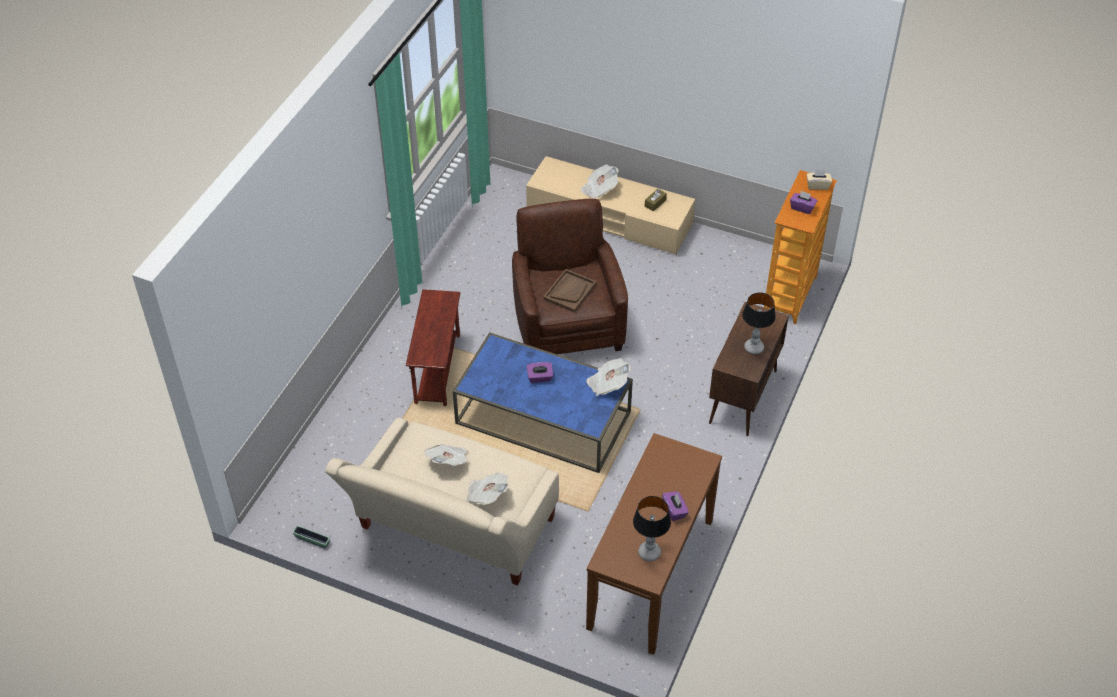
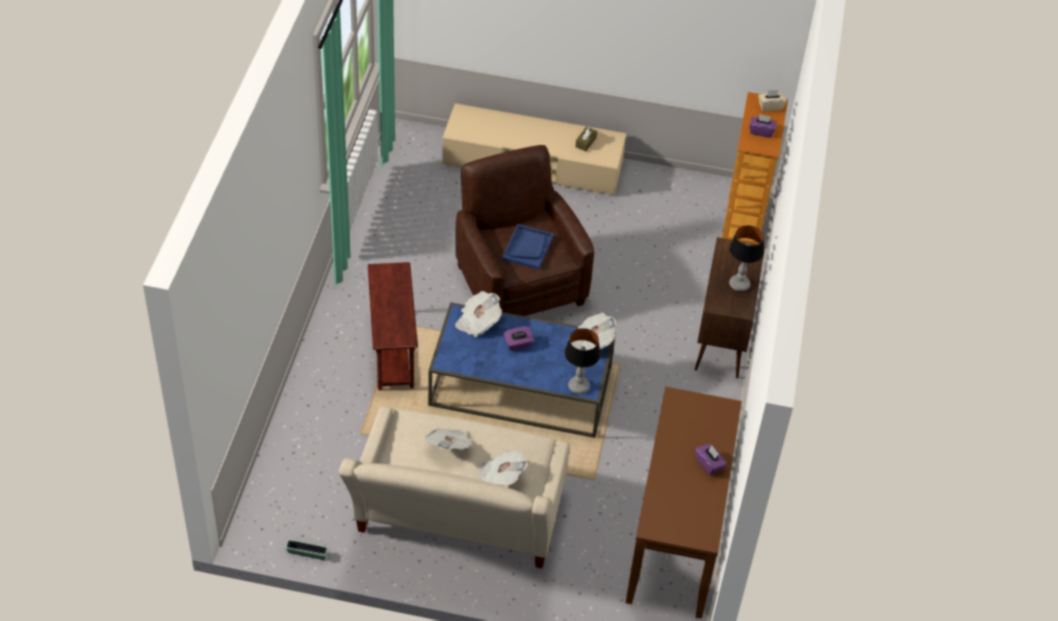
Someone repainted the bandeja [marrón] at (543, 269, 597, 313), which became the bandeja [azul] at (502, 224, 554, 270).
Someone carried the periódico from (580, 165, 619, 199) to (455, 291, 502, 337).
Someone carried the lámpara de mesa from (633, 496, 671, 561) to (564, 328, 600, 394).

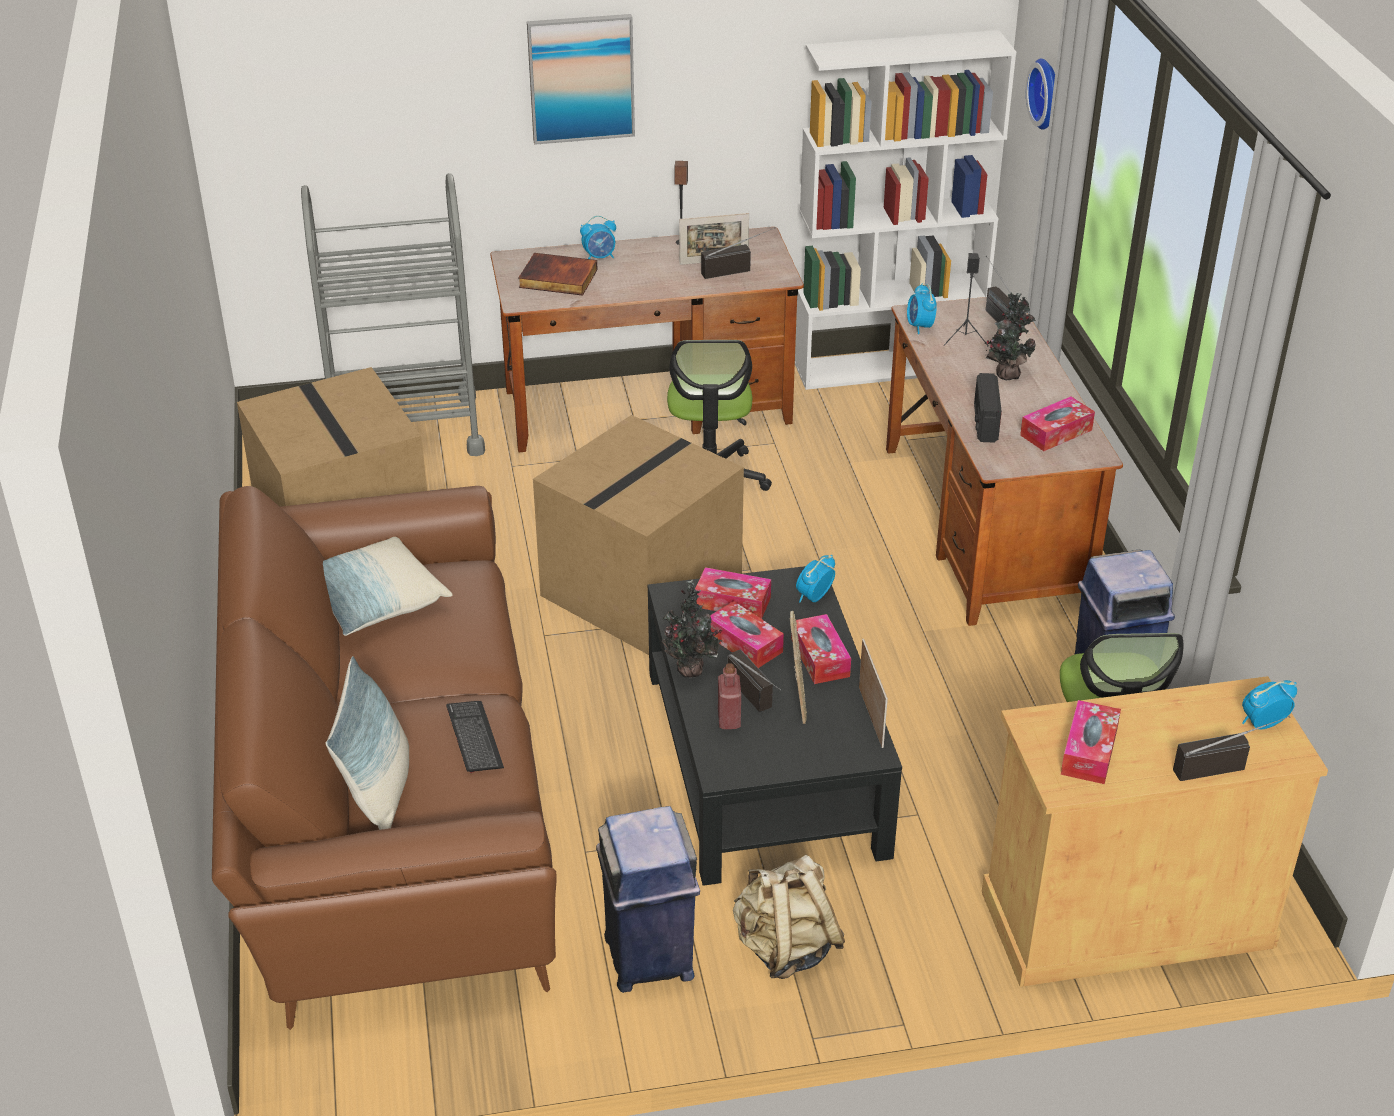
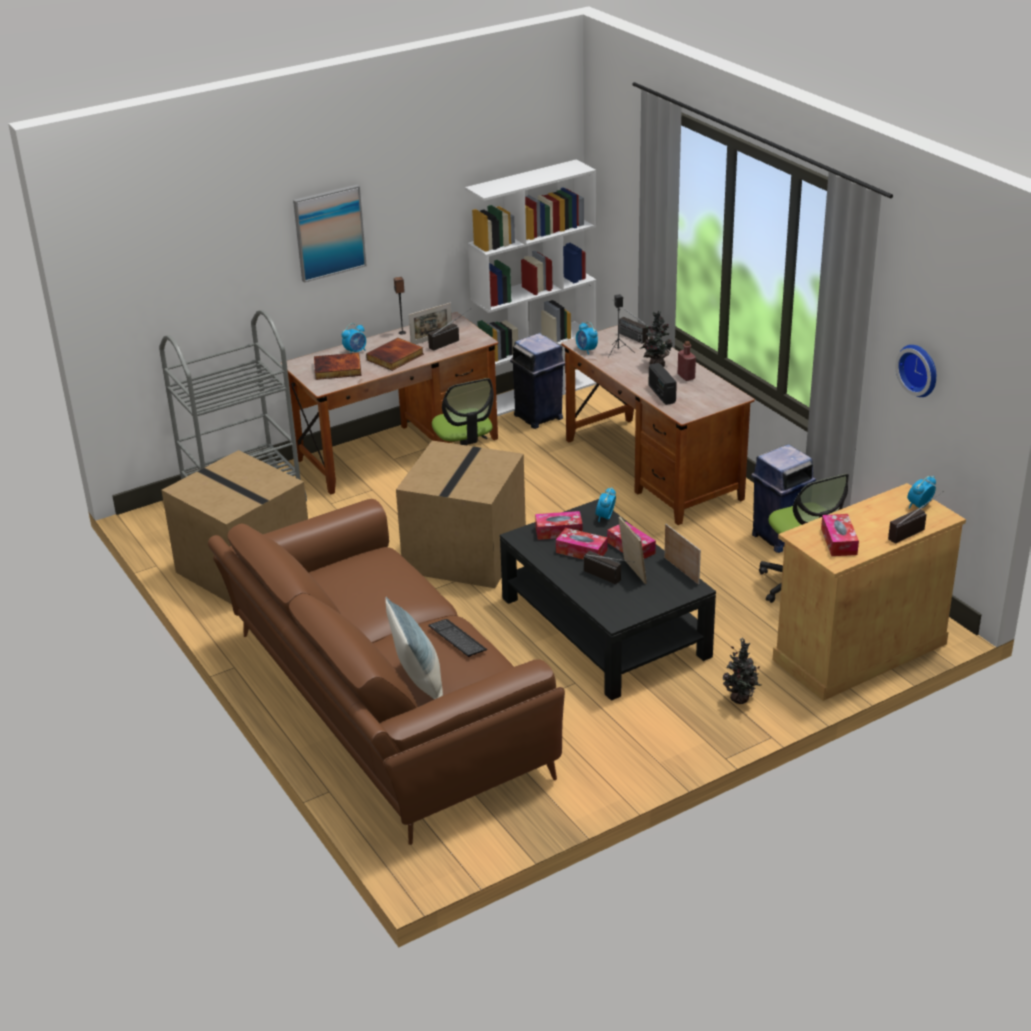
Someone took away the cojín at (323, 537, 453, 636).
Someone carried the papelera [azul] from (596, 806, 700, 993) to (510, 333, 565, 429).
Someone carried the planta en maceta from (662, 580, 723, 678) to (722, 638, 761, 704).
Someone carried the botella [rojo] from (718, 663, 741, 729) to (678, 341, 696, 381).
Someone took away the mochila [beis] at (733, 855, 845, 979).
Someone took away the caja de pañuelos at (1020, 396, 1095, 451).
Someone carried the reloj de pared from (1026, 58, 1055, 130) to (895, 345, 936, 397).
Someone put down the libro at (366, 338, 424, 371).

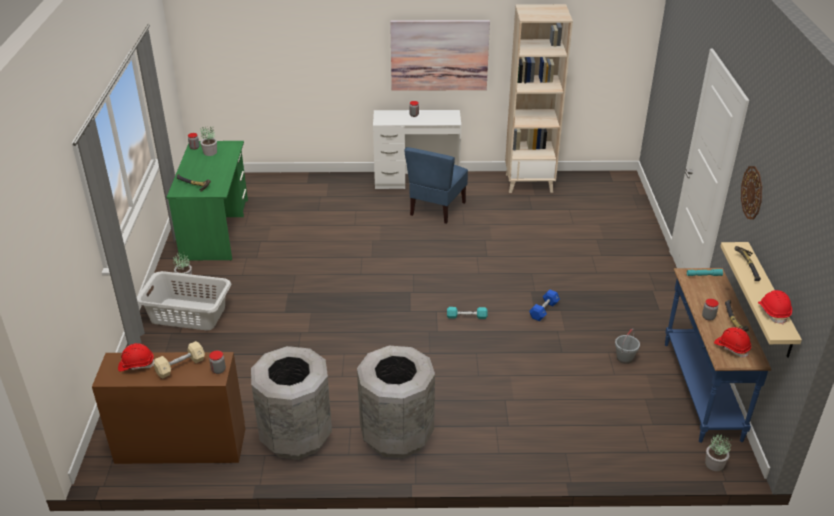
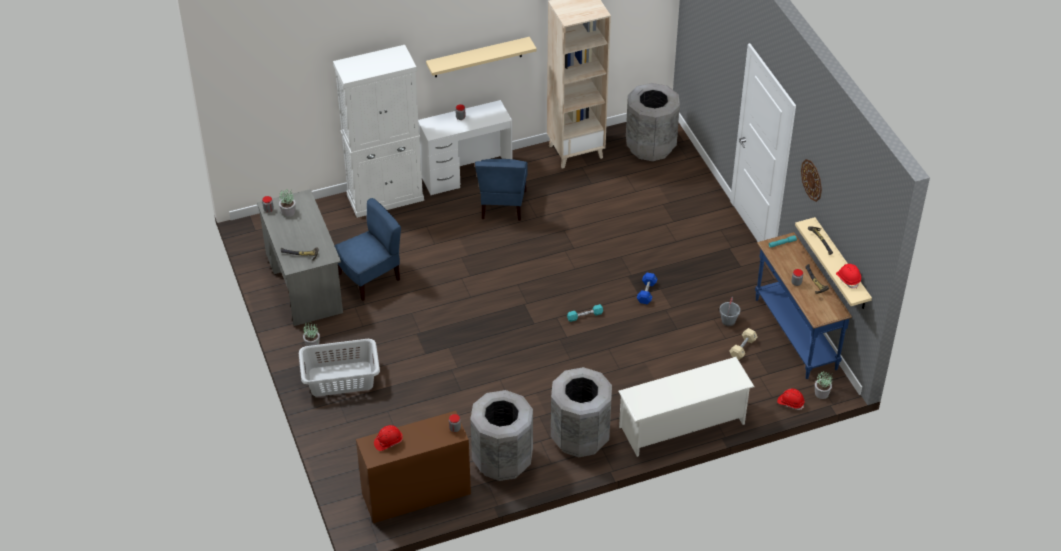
Someone carried the mancuerna [beis] from (154, 341, 205, 379) to (729, 328, 758, 360).
Someone repainted the escritorio [verde] at (166, 141, 248, 261), which became the escritorio [gris] at (257, 189, 343, 326).
Someone swapped the cuadro at (390, 20, 490, 91) for the estante [beis] at (426, 37, 537, 77).
Someone carried the casco [rojo] from (714, 327, 751, 357) to (777, 389, 805, 410).
Someone put down the armario [blanco] at (333, 45, 424, 218).
Someone put down the silla [azul] at (334, 198, 401, 301).
Someone put down the zapatero [blanco] at (618, 357, 754, 457).
Someone put down the papelera [gris] at (626, 83, 680, 161).

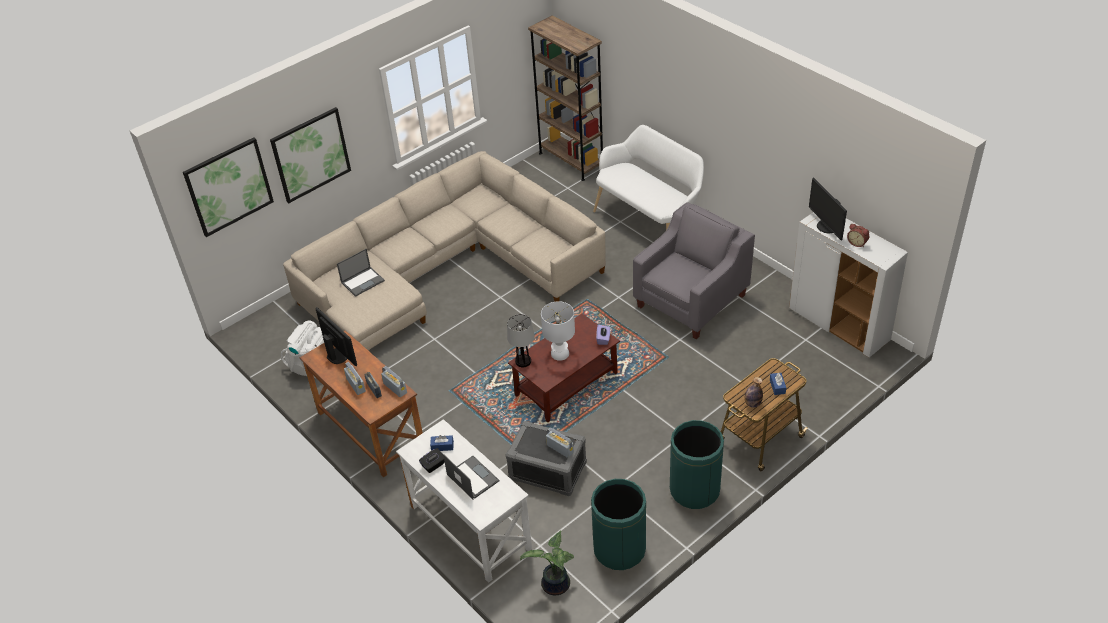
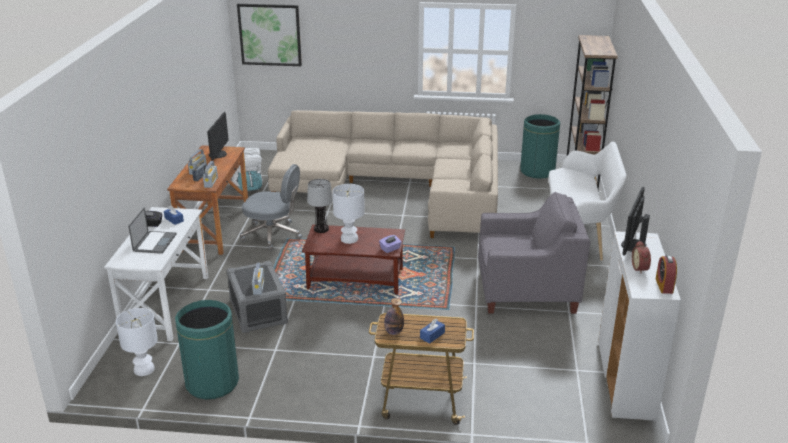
Someone took away the cuadro at (270, 107, 351, 203).
Someone took away the portátil at (337, 249, 385, 297).
Someone swapped the planta en maceta at (520, 530, 574, 595) for the lámpara de mesa [blanco] at (116, 308, 158, 376).
Someone carried the papelera [verde] from (670, 420, 724, 509) to (520, 114, 560, 179).
Someone put down the silla de oficina [gris] at (240, 164, 302, 251).
Someone put down the despertador at (656, 255, 677, 294).

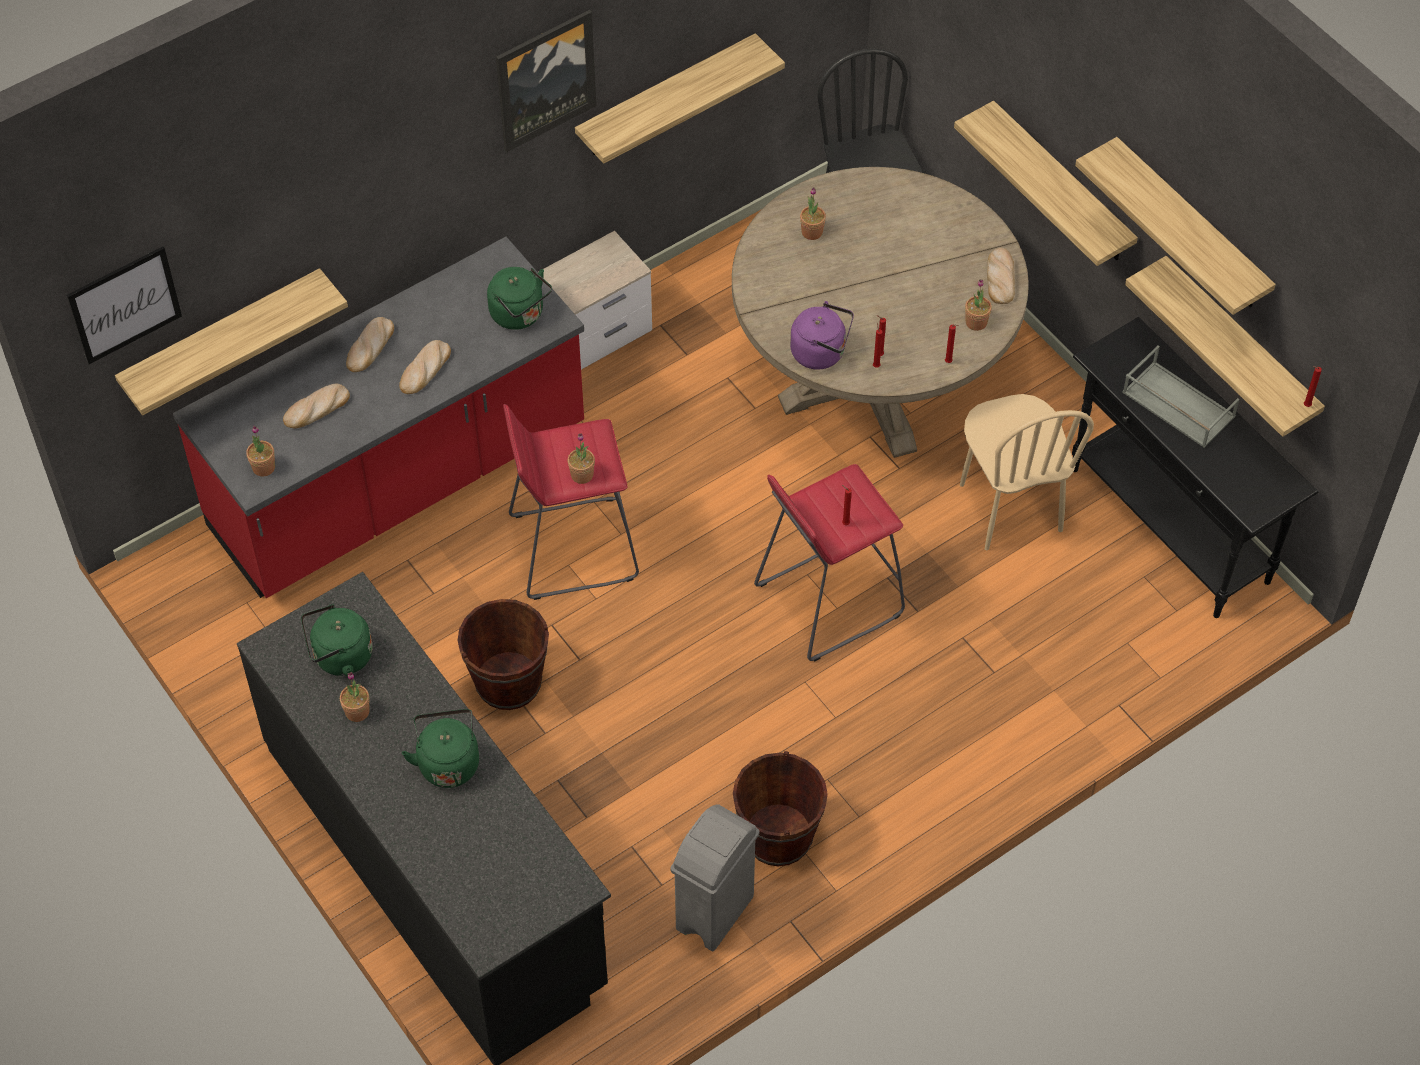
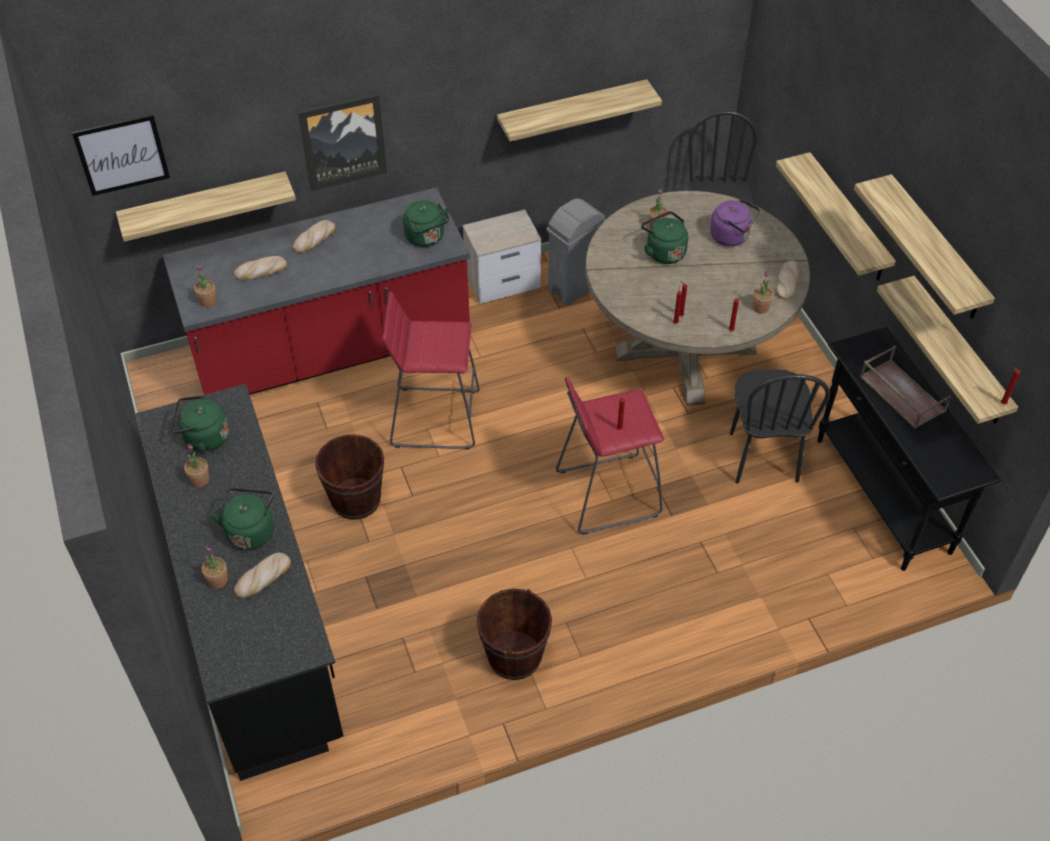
Someone carried the pan from (399, 340, 451, 394) to (234, 552, 291, 598).
Someone carried the cuadro from (496, 10, 597, 152) to (298, 94, 387, 191).
Someone carried the planta en maceta from (567, 433, 595, 484) to (202, 546, 228, 589).
Someone carried the papelera [gris] from (670, 804, 760, 951) to (546, 198, 606, 305).
Someone carried the hervidor [morado] from (790, 301, 854, 370) to (710, 199, 760, 246).
Someone repainted the silla [beis] at (960, 394, 1094, 550), which became the silla [negro] at (730, 370, 830, 484).
Someone repainted the bandeja [gris] at (1122, 346, 1240, 448), which became the bandeja [marrón] at (860, 346, 951, 429).
Someone put down the hervidor [verde] at (641, 211, 688, 264).

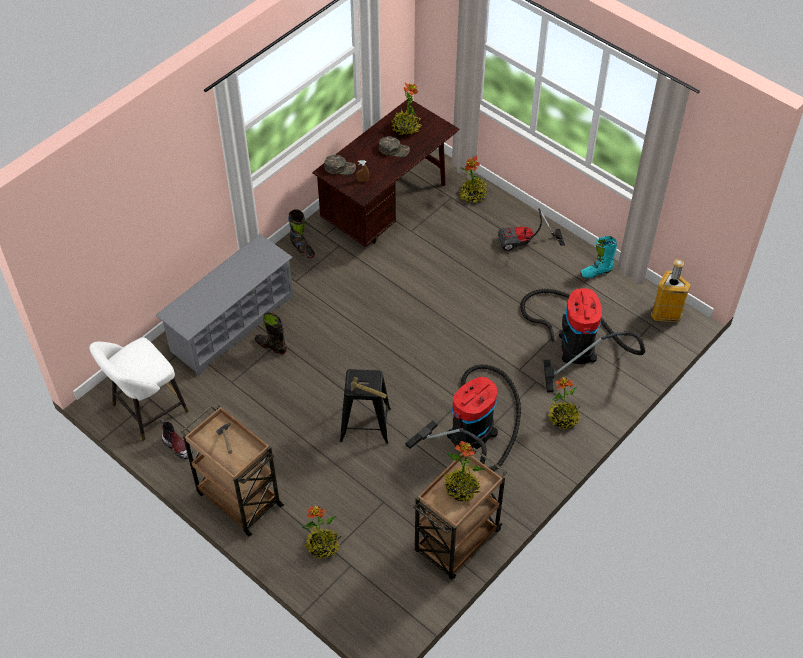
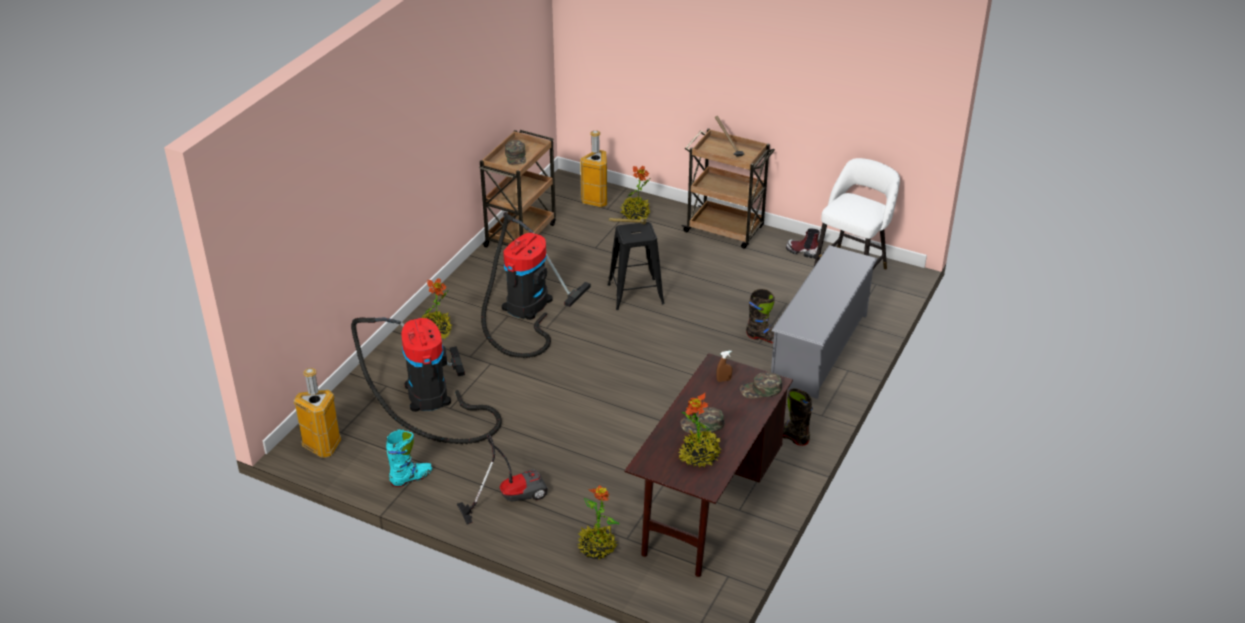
Someone swapped the planta en maceta at (444, 441, 485, 501) for the gorra [verde] at (505, 140, 526, 165).
Someone put down the papelera at (580, 131, 607, 207).

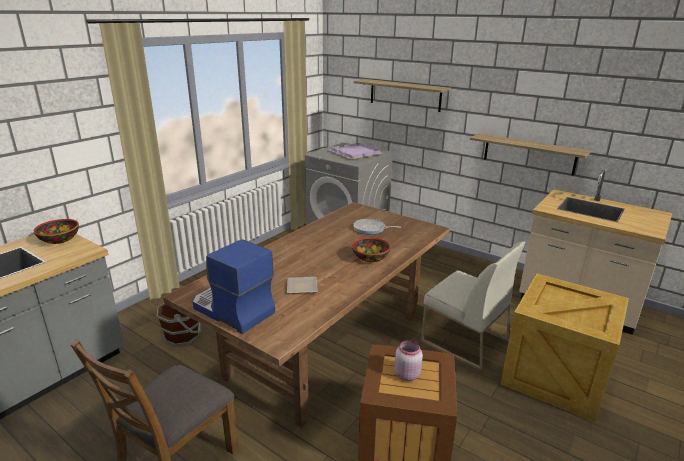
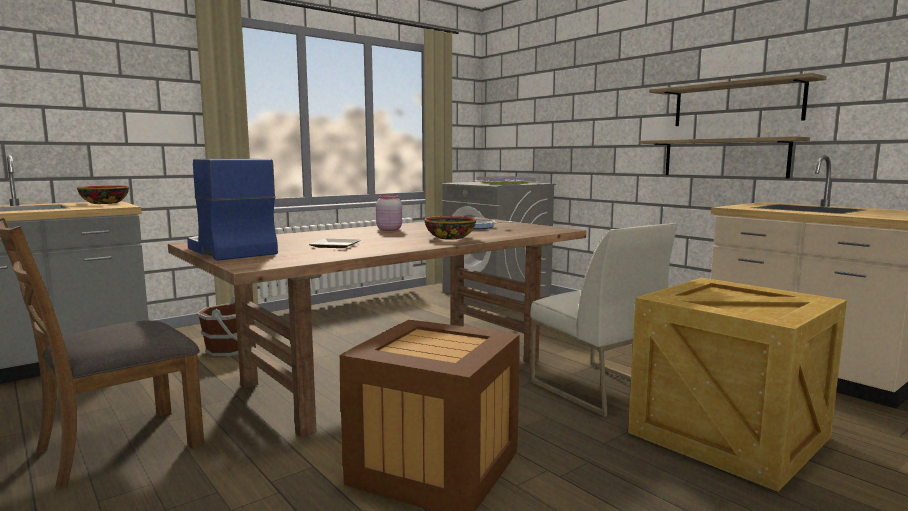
Someone carried the estante from (354, 79, 451, 112) to (649, 73, 827, 126).
Someone carried the tarro [rosa] from (394, 340, 423, 381) to (376, 194, 402, 231).

